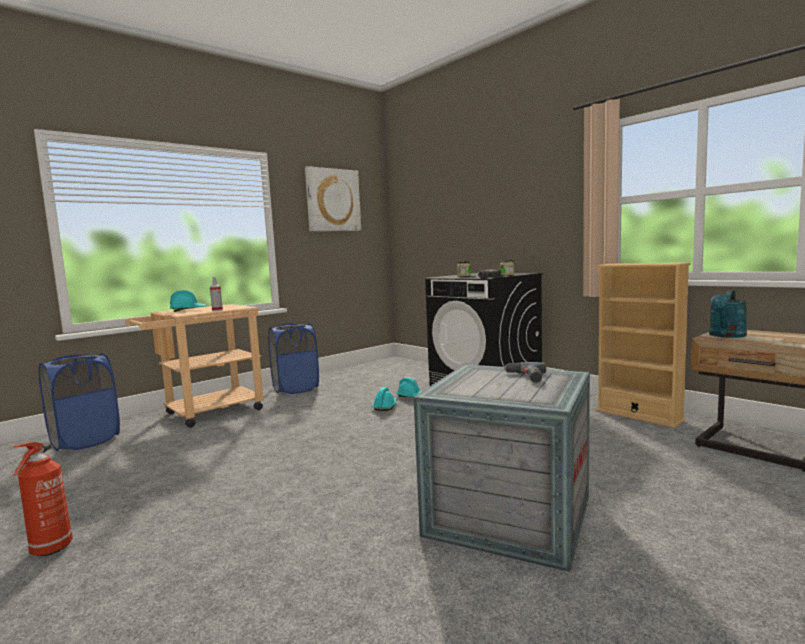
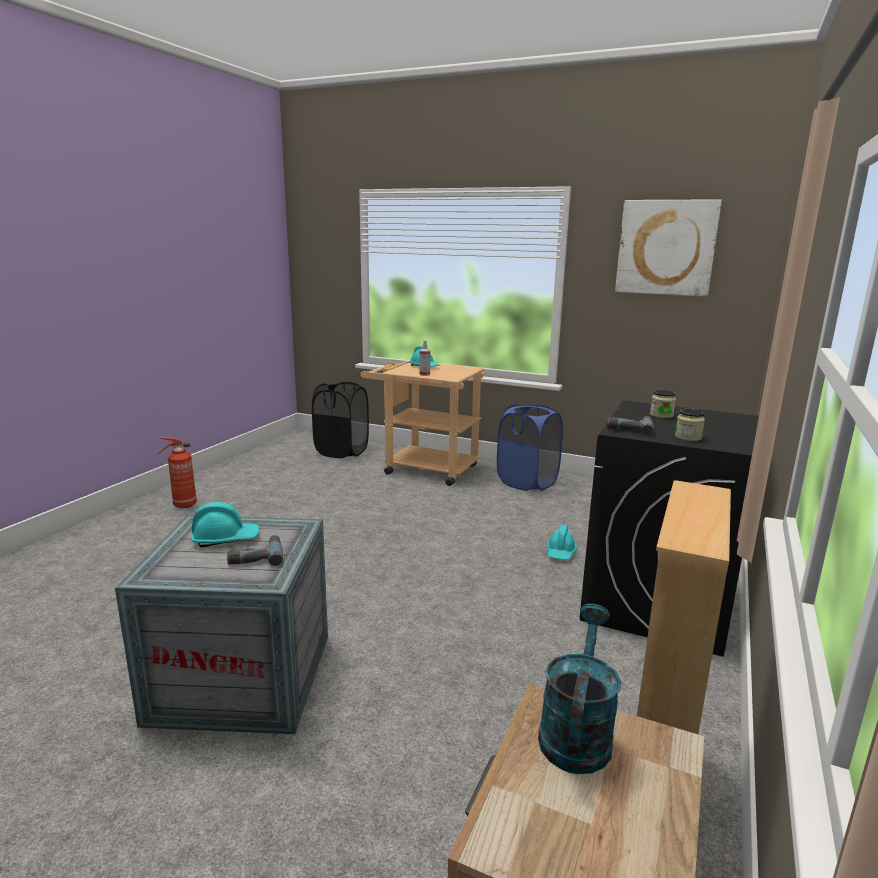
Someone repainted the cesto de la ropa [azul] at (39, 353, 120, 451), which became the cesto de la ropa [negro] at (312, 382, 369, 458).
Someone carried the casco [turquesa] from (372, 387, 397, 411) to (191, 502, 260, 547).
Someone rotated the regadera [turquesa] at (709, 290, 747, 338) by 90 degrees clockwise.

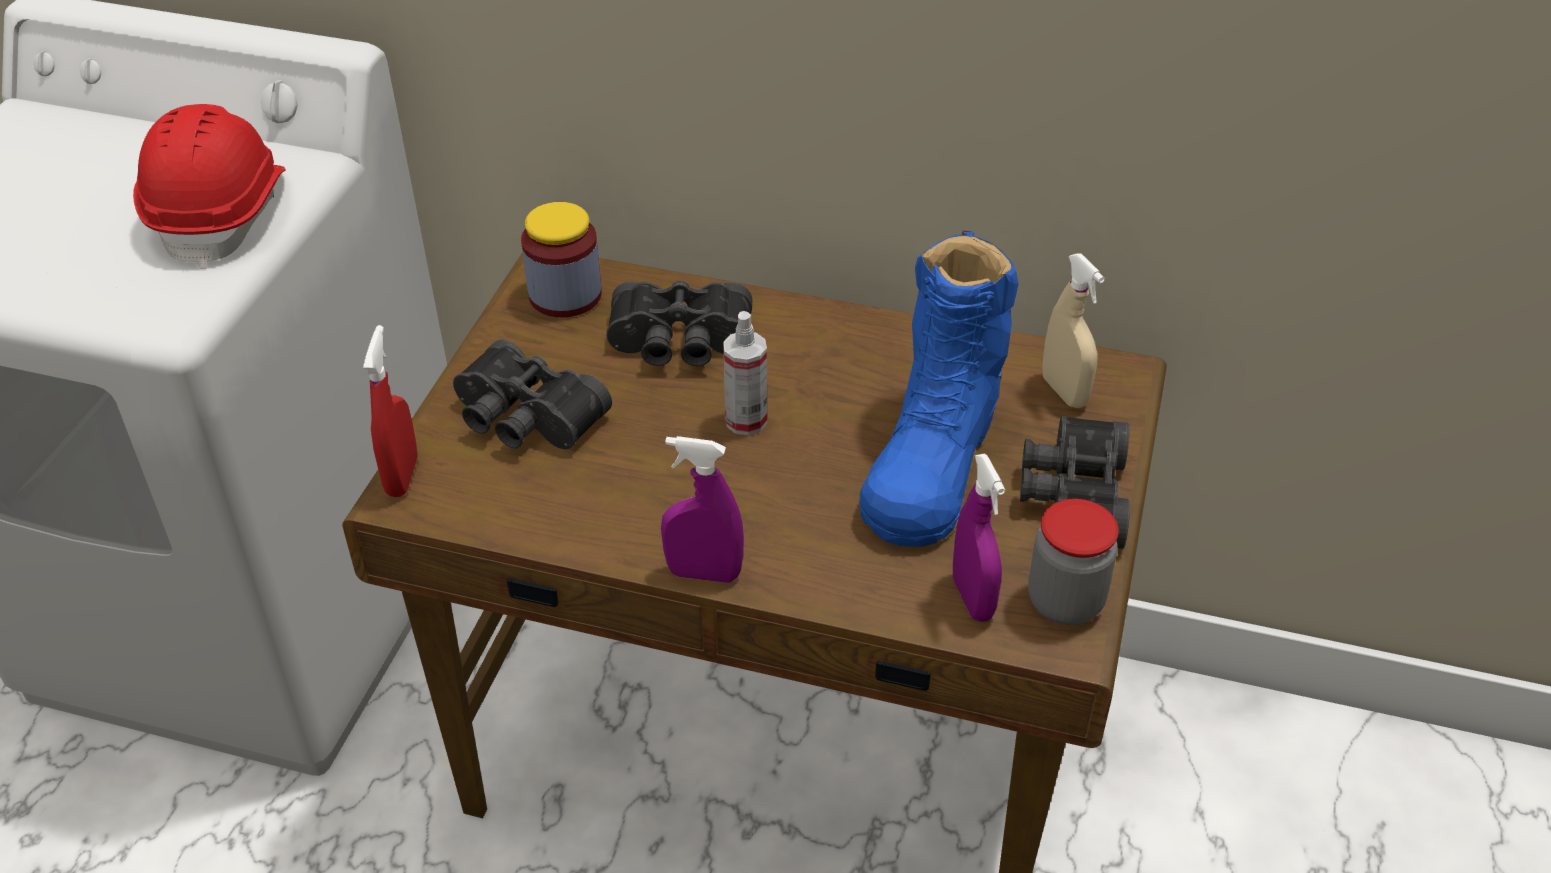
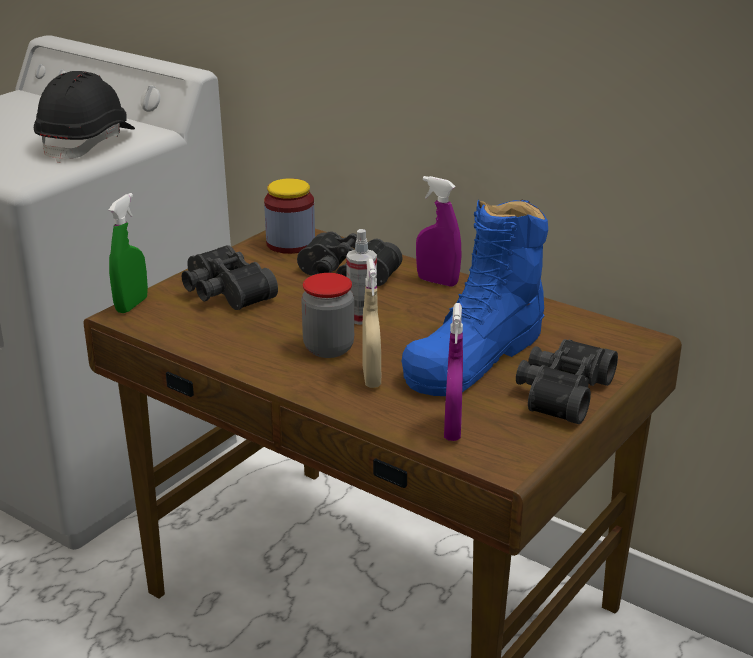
Someone repainted the casco [rojo] at (133, 104, 286, 269), which became the casco [negro] at (34, 71, 135, 163).
Someone repainted the pulverizador [rojo] at (363, 325, 418, 497), which became the pulverizador [verde] at (109, 193, 148, 313).
Someone carried the pulverizador [morado] from (661, 436, 744, 583) to (416, 176, 462, 287).
Someone carried the tarro from (1028, 499, 1119, 625) to (301, 273, 354, 358).
Someone carried the pulverizador [beis] from (1042, 254, 1105, 408) to (363, 259, 381, 388).

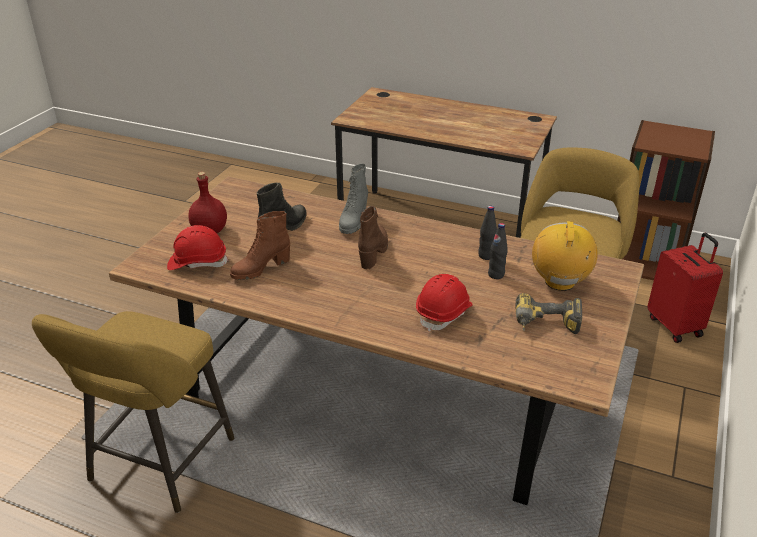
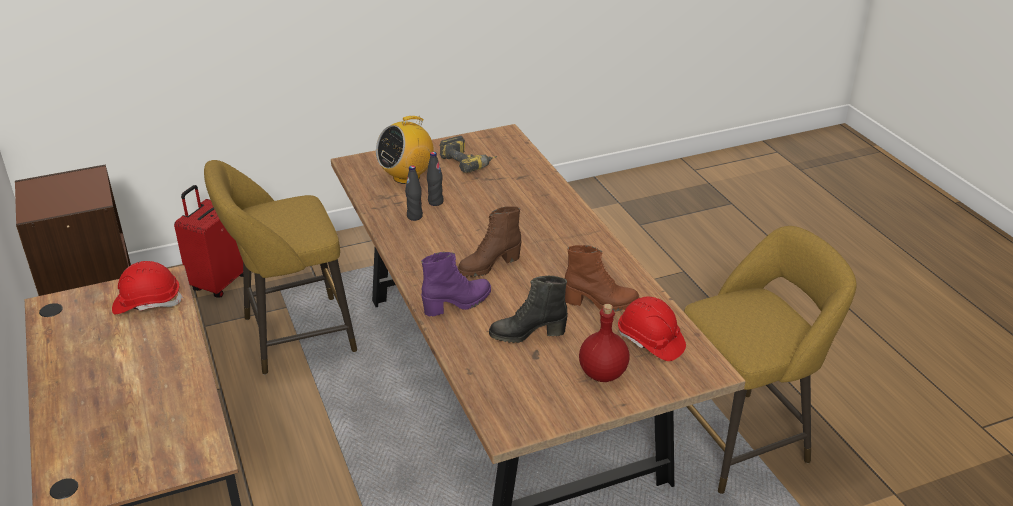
Someone repainted the bota [gris] at (339, 164, 368, 234), which became the bota [morado] at (421, 252, 491, 316).
Someone carried the casco [rojo] from (416, 274, 473, 332) to (112, 261, 183, 314).

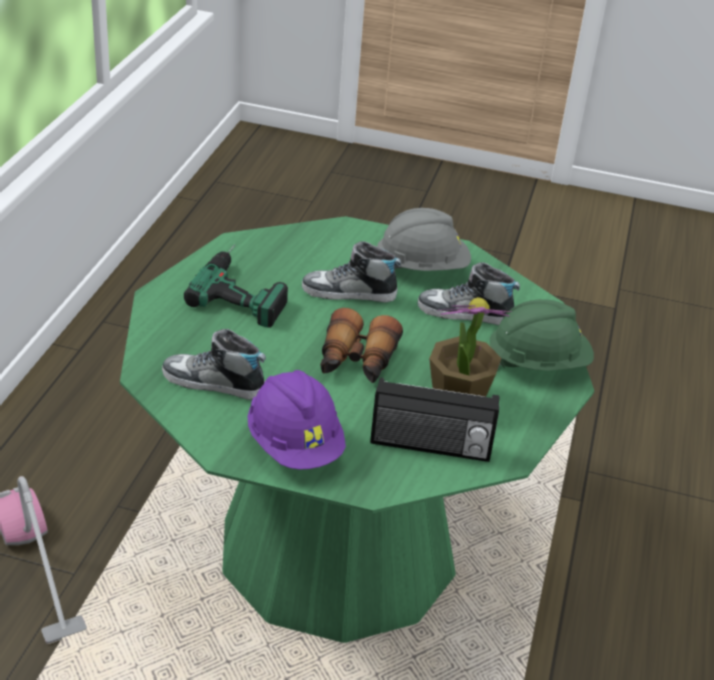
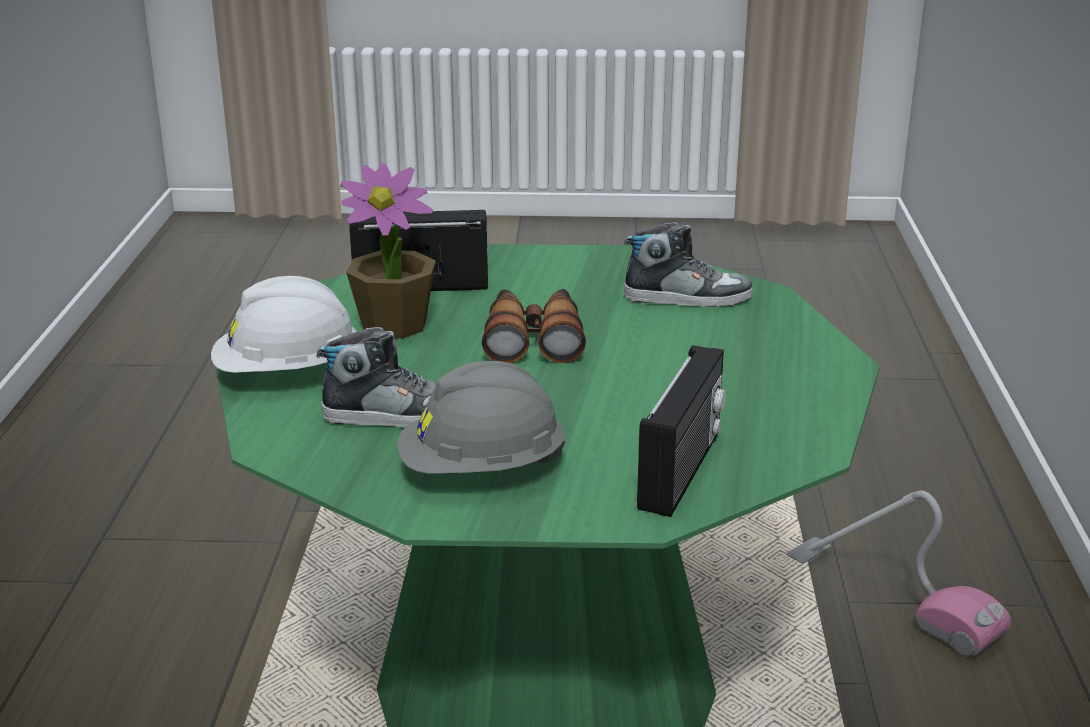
Someone took away the taladro at (184, 244, 288, 328).
Someone took away the casco [morado] at (247, 370, 346, 469).
Someone took away the zapato at (302, 241, 401, 303).
Someone repainted the casco [verde] at (490, 299, 594, 371), which became the casco [blanco] at (211, 276, 357, 373).
Someone put down the radio at (637, 345, 726, 517).

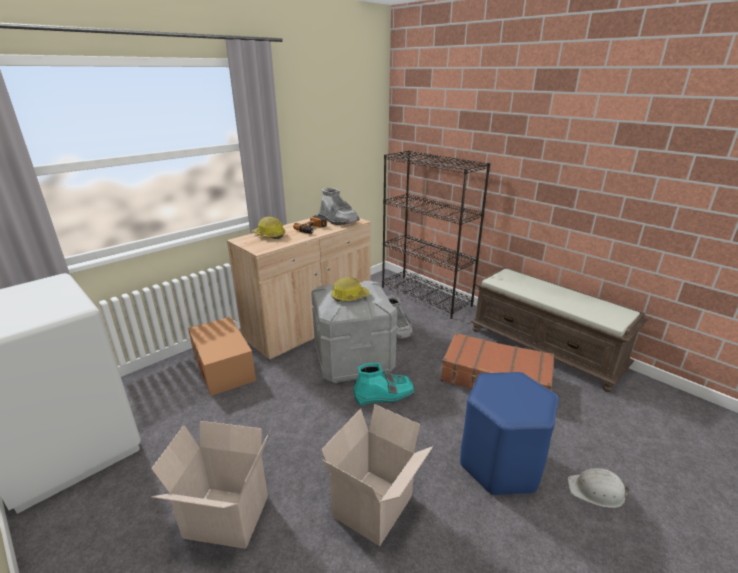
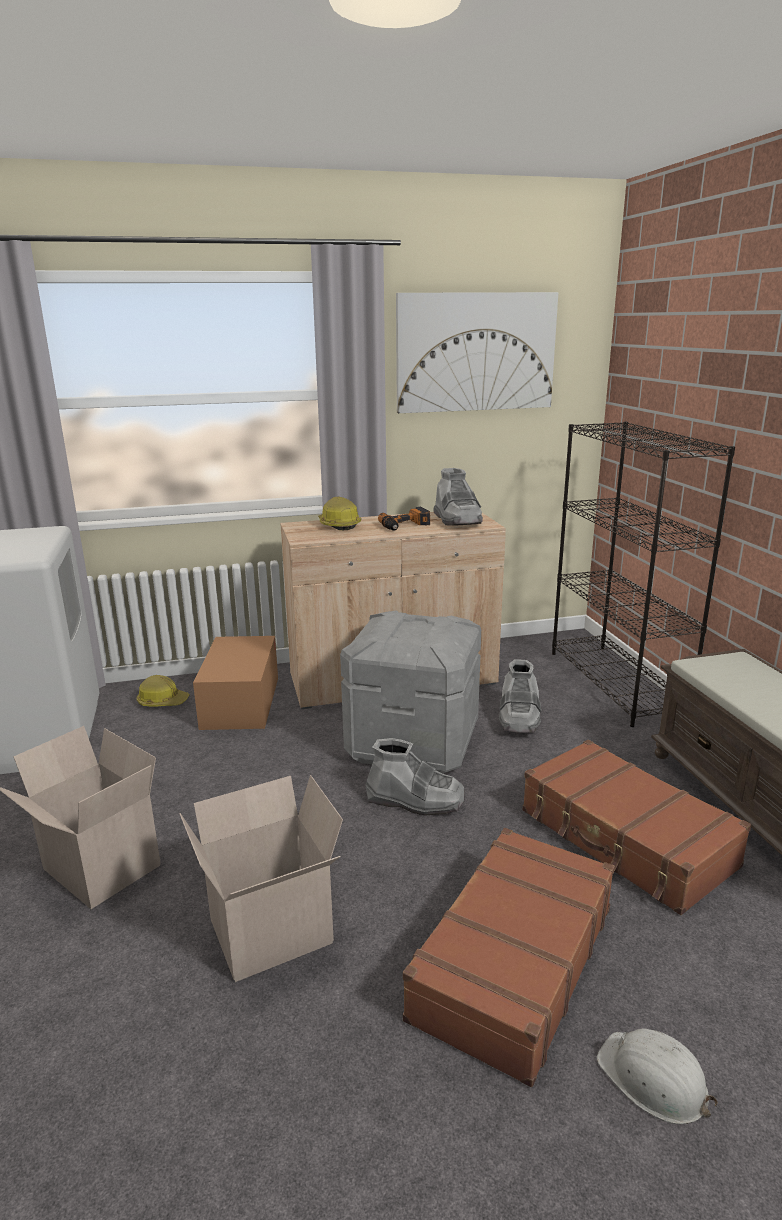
Someone carried the casco from (331, 277, 370, 301) to (137, 675, 190, 707).
Someone repainted the bota [turquesa] at (353, 363, 414, 406), which became the bota [gris] at (365, 738, 465, 816).
Someone swapped the taburete [azul] at (460, 372, 559, 495) for the maleta [marrón] at (403, 828, 615, 1087).
Someone put up the cuadro at (396, 292, 558, 413).

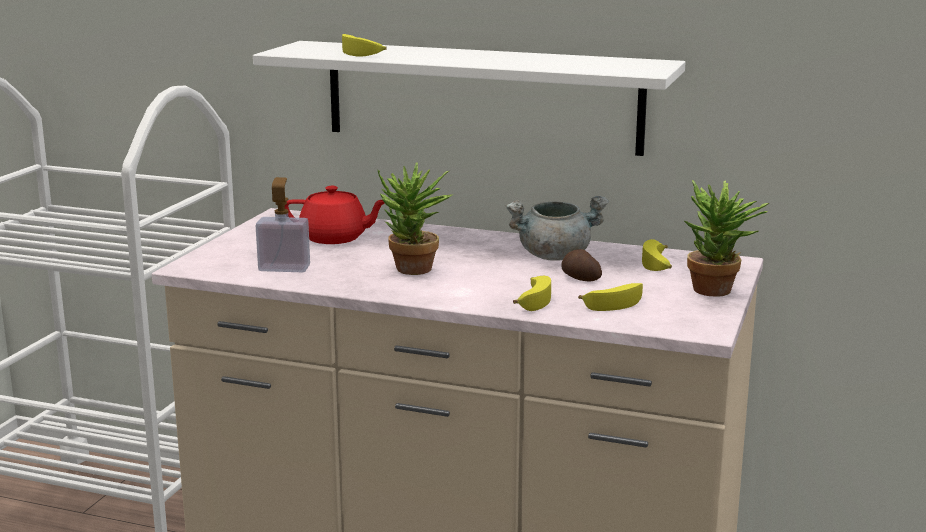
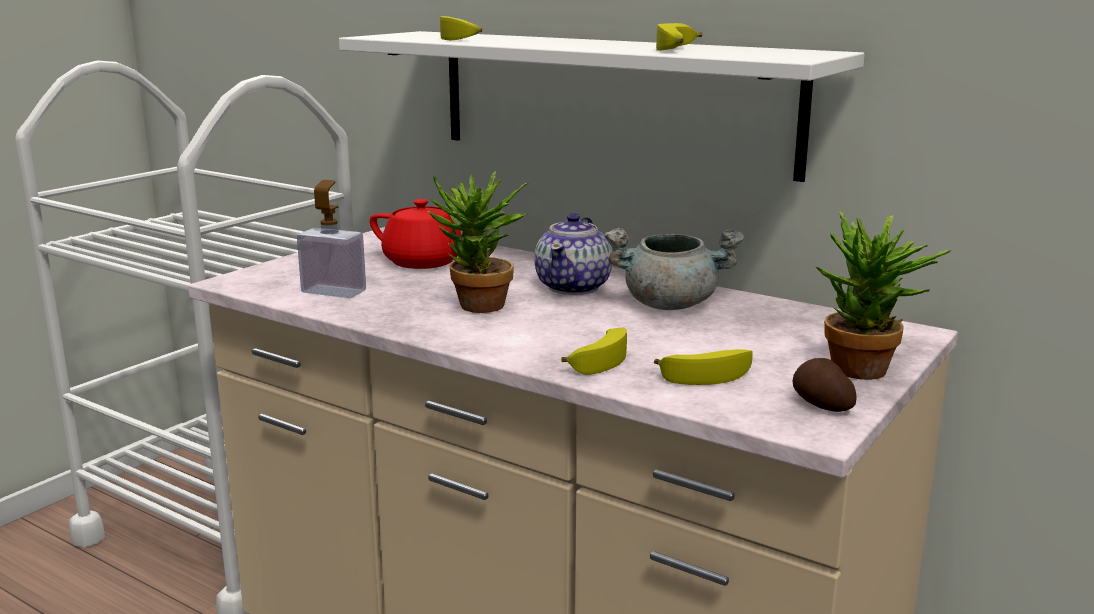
Someone carried the patata from (561, 249, 602, 282) to (793, 358, 856, 412).
Someone carried the plátano from (642, 239, 672, 271) to (656, 23, 702, 51).
Someone put down the tetera at (534, 213, 612, 295).

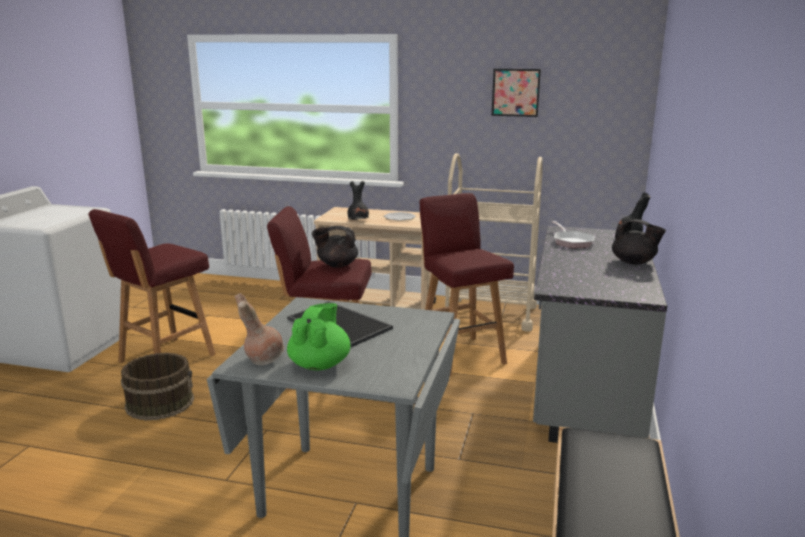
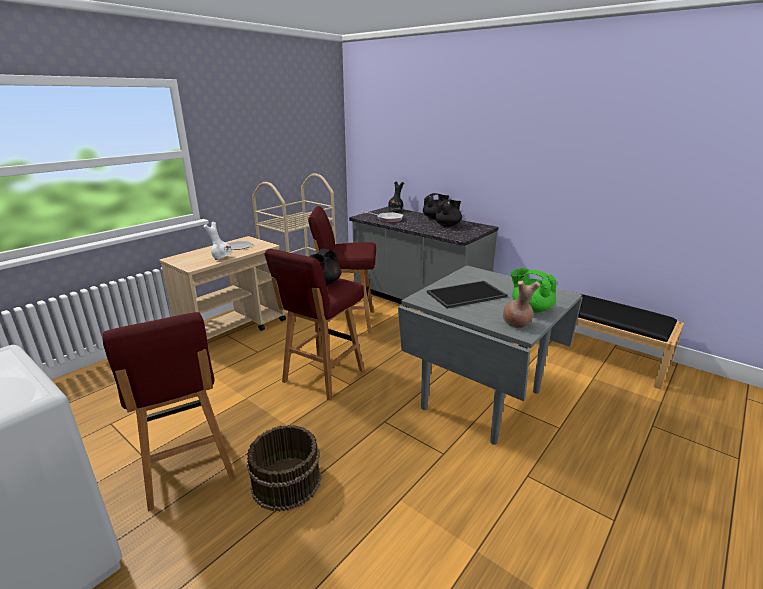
Someone repainted the florero [negro] at (348, 181, 369, 220), which became the florero [blanco] at (203, 222, 233, 260).
Someone took away the cuadro at (492, 69, 541, 117).
Someone put down the tetera [negro] at (435, 199, 462, 227).

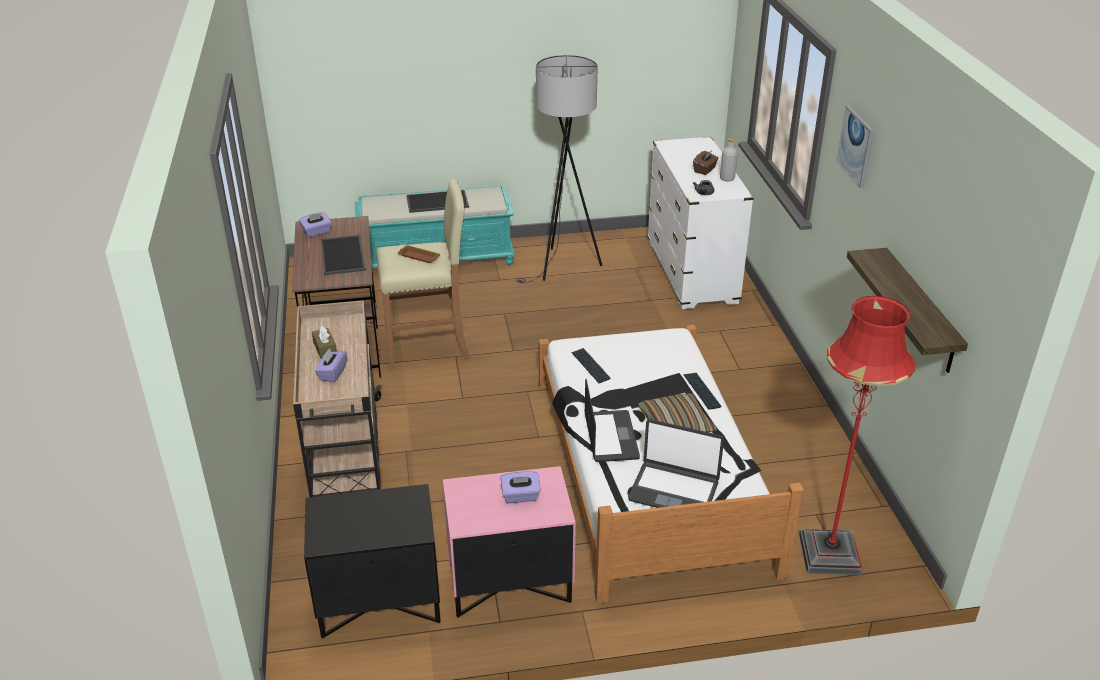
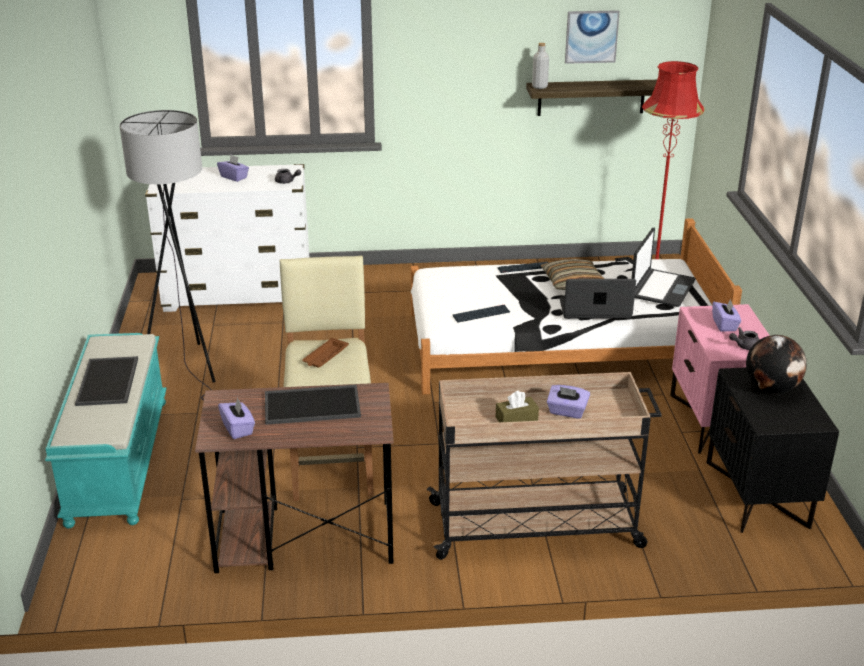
Someone repainted the caja de pañuelos [marrón] at (693, 150, 719, 175), which became the caja de pañuelos [morado] at (217, 155, 249, 182).
Someone carried the botella [gris] from (720, 138, 738, 182) to (532, 43, 549, 89).
Someone carried the cuadro from (837, 106, 875, 188) to (565, 10, 620, 64).
Someone put down the tetera [gris] at (729, 327, 760, 350).
Someone put down the globo terráqueo at (746, 335, 807, 393).

